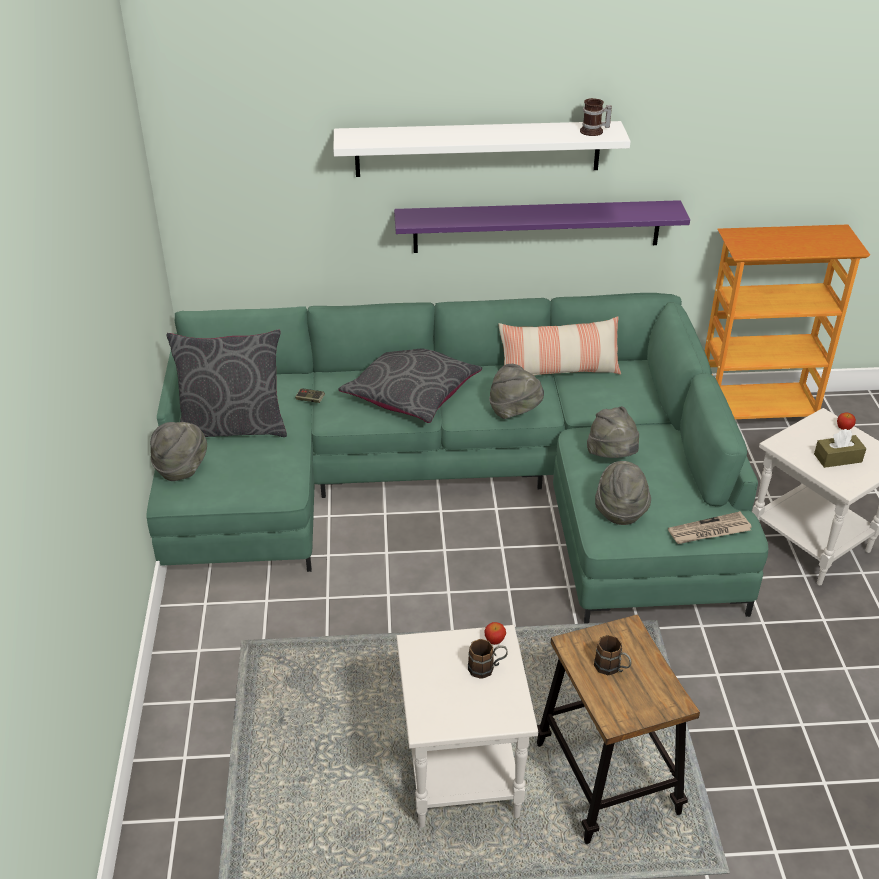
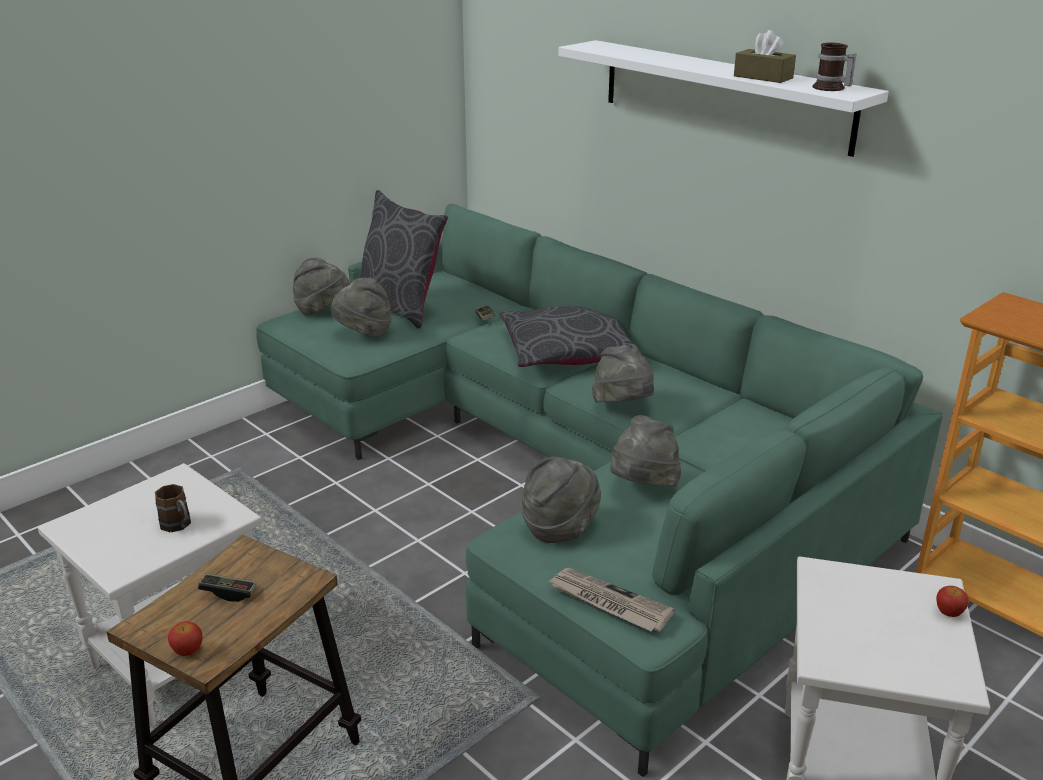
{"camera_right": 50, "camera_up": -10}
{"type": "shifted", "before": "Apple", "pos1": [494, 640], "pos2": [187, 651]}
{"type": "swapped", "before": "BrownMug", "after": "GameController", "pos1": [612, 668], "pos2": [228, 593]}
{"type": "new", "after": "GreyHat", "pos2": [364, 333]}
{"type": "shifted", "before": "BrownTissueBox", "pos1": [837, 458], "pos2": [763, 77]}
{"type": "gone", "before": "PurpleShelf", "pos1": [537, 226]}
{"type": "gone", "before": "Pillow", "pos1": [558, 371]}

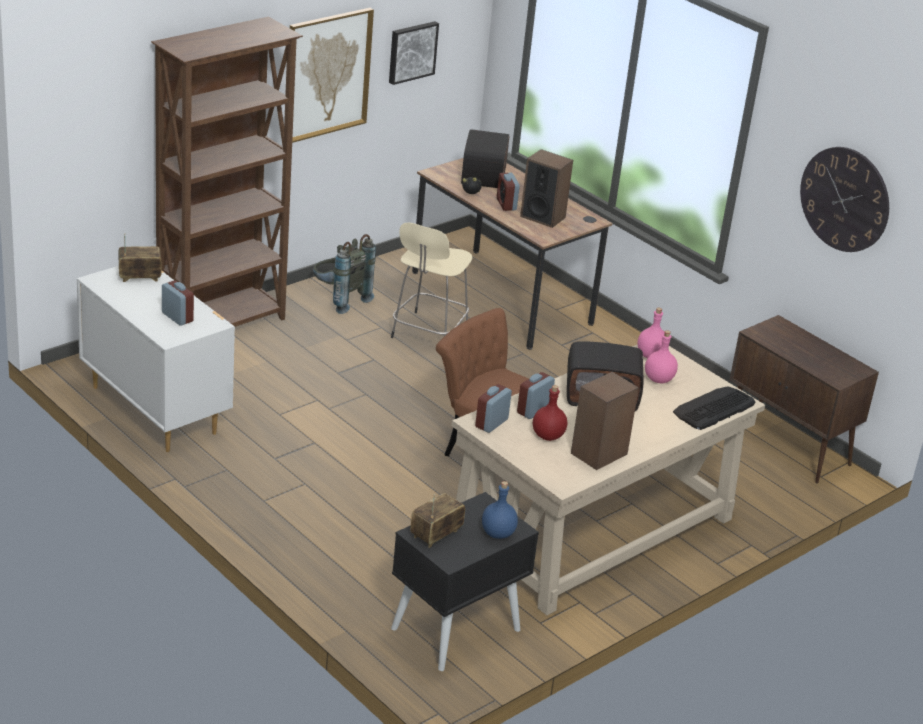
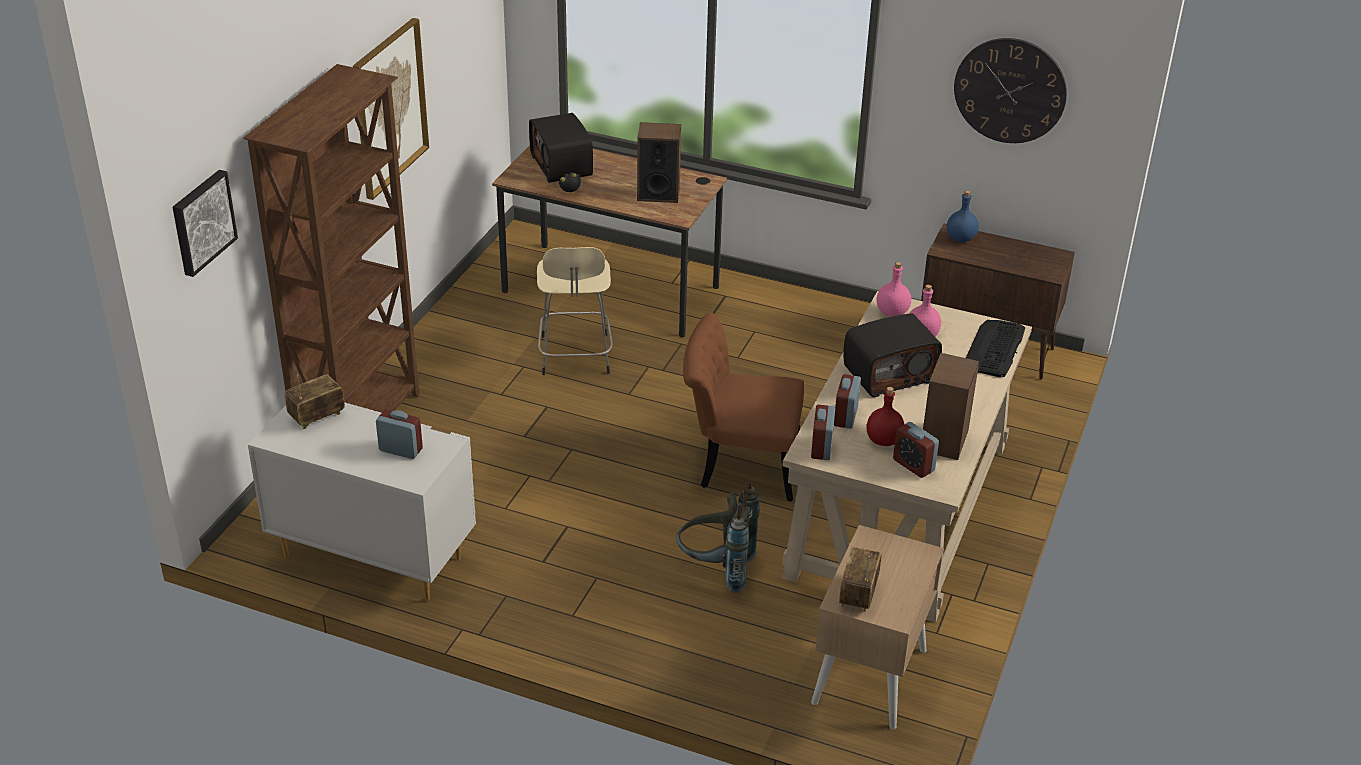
{"camera_right": -25, "camera_up": 5}
{"type": "shifted", "before": "Picture", "pos1": [411, 51], "pos2": [202, 222]}
{"type": "shifted", "before": "GreyBackpack", "pos1": [339, 299], "pos2": [716, 570]}
{"type": "repainted", "before": "BlackNightstand", "after": "BeigeNightstand", "pos1": [455, 629], "pos2": [870, 676]}
{"type": "shifted", "before": "AlarmClock", "pos1": [506, 204], "pos2": [913, 465]}
{"type": "shifted", "before": "BlueBottle", "pos1": [498, 533], "pos2": [961, 238]}

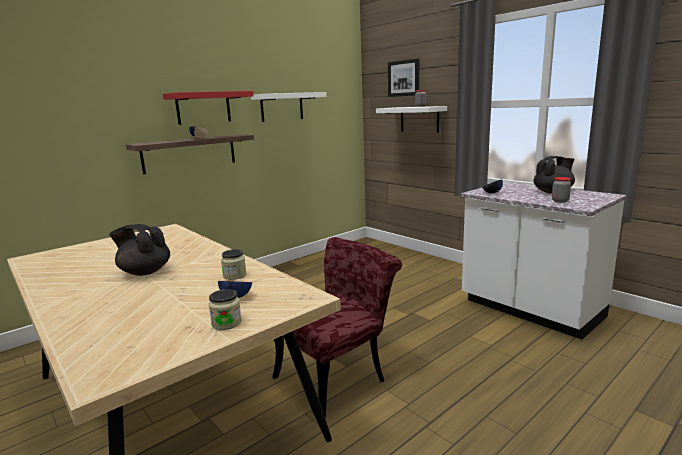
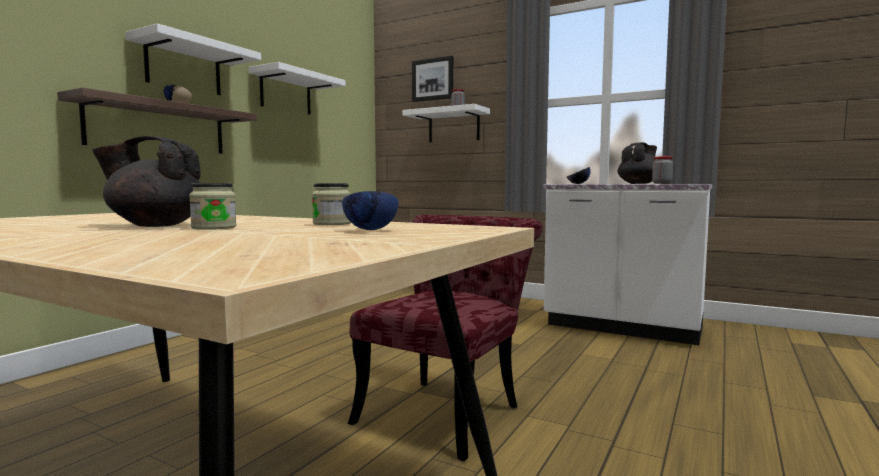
{"camera_right": -20, "camera_up": -10}
{"type": "repainted", "before": "RedShelf", "after": "WhiteShelf", "pos1": [203, 108], "pos2": [184, 67]}
{"type": "shifted", "before": "Jar", "pos1": [226, 323], "pos2": [214, 227]}

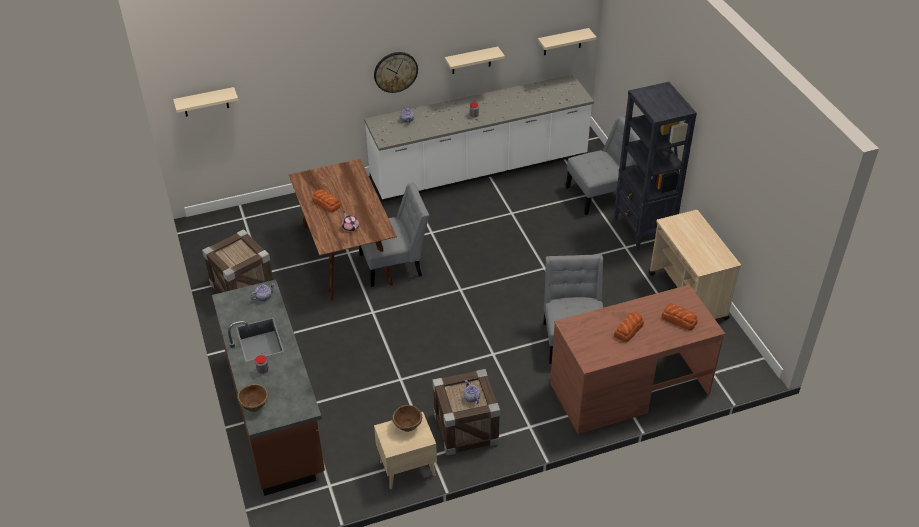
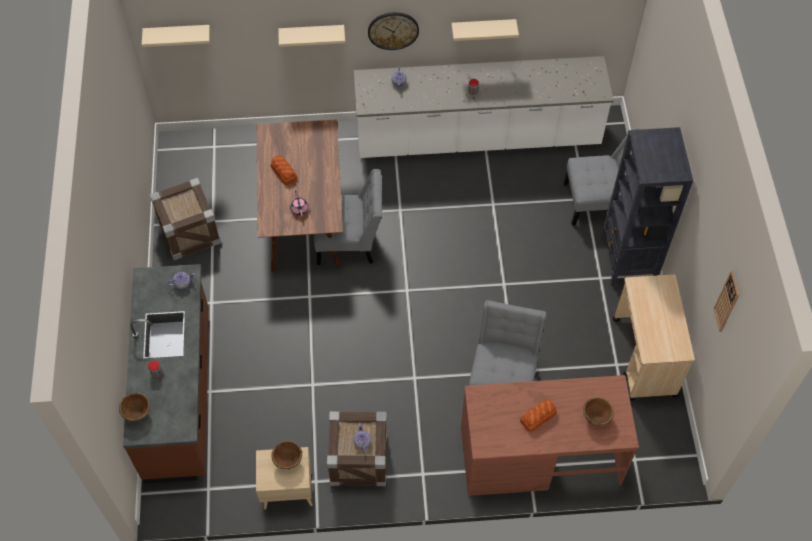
{"camera_right": 15, "camera_up": 15}
{"type": "shifted", "before": "BeigeShelf", "pos1": [562, 42], "pos2": [312, 35]}
{"type": "swapped", "before": "Bread", "after": "BrownBowl", "pos1": [678, 319], "pos2": [596, 417]}
{"type": "new", "after": "WallClock", "pos2": [727, 301]}

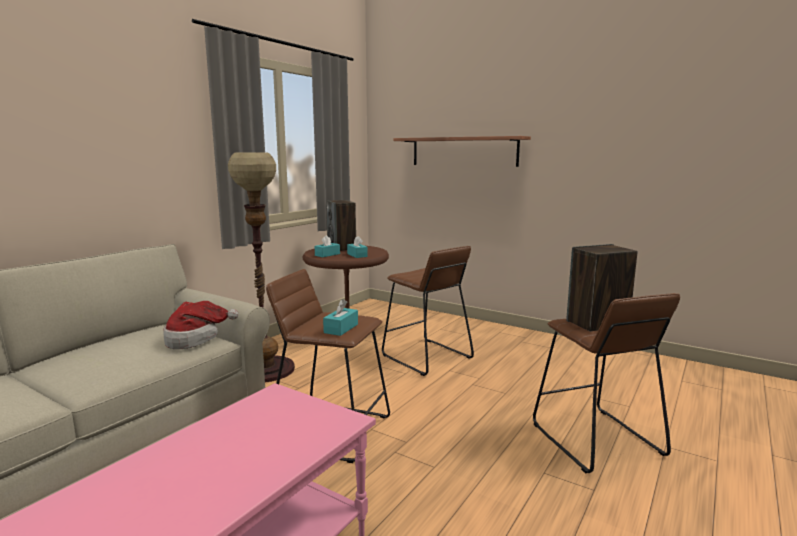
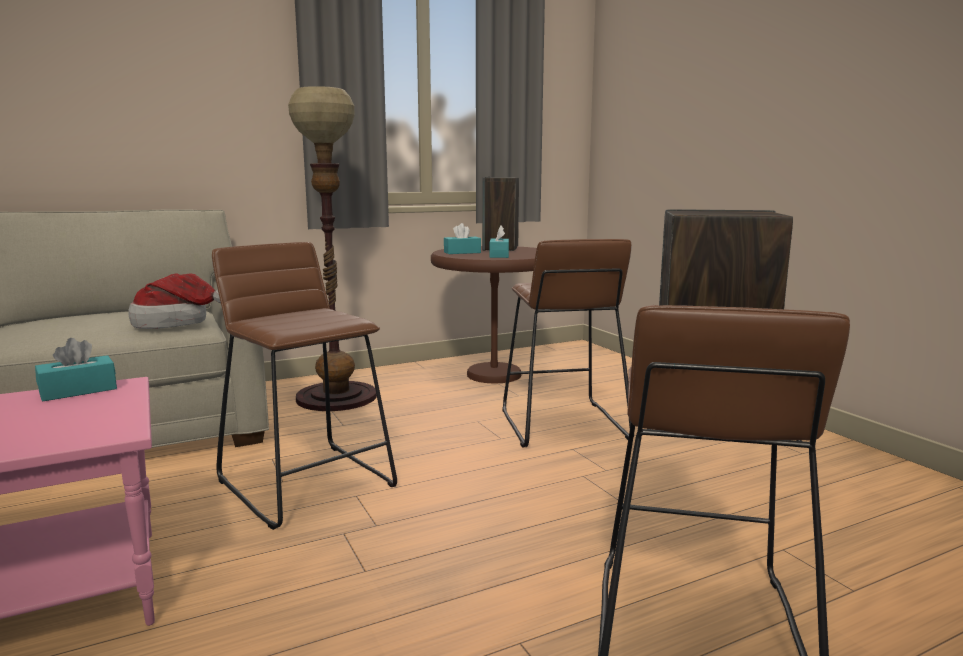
{"camera_right": 30, "camera_up": 0}
{"type": "shifted", "before": "TurquoiseTissueBox", "pos1": [341, 328], "pos2": [78, 390]}
{"type": "gone", "before": "Shelf", "pos1": [463, 151]}

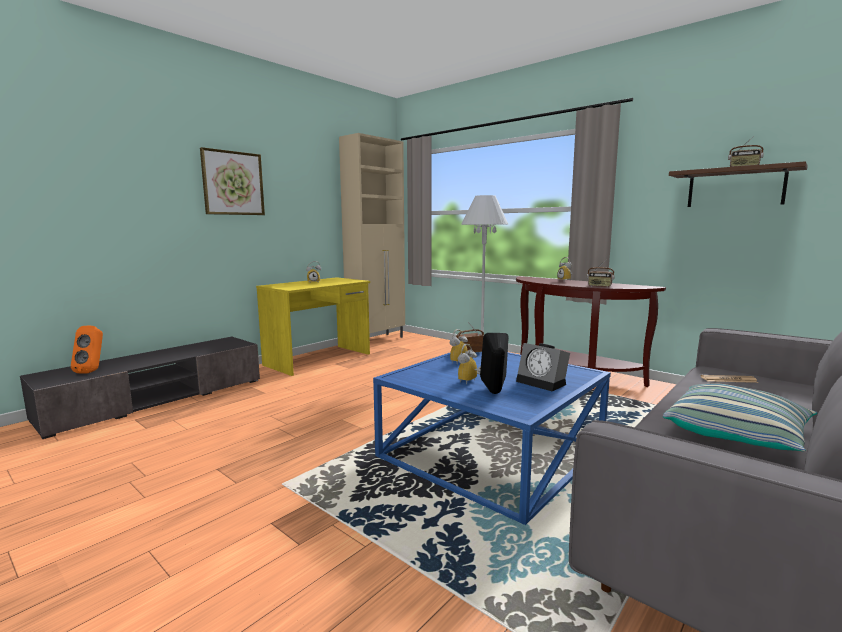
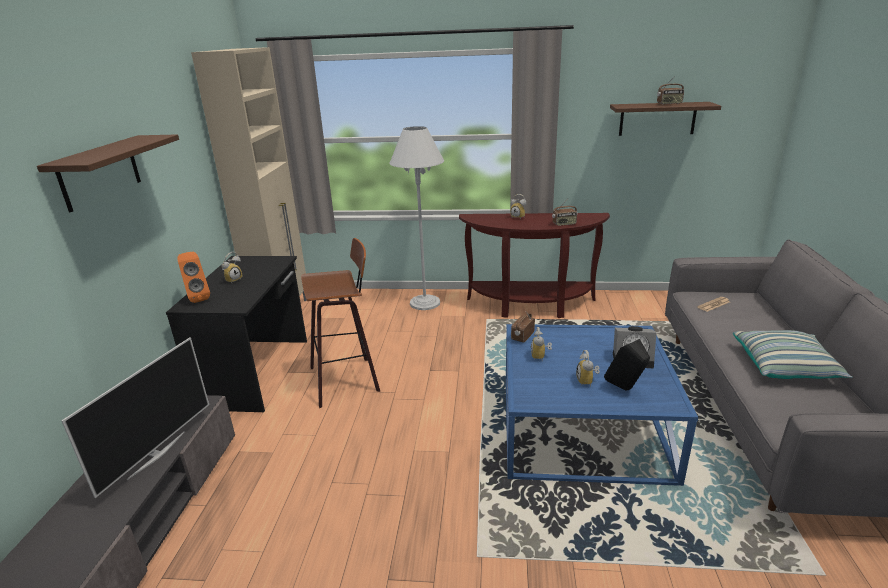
{"camera_right": -35, "camera_up": 15}
{"type": "swapped", "before": "Picture", "after": "BrownShelf", "pos1": [233, 183], "pos2": [100, 172]}
{"type": "new", "after": "Television", "pos2": [156, 454]}
{"type": "repainted", "before": "YellowDesk", "after": "BlackDesk", "pos1": [319, 359], "pos2": [258, 372]}
{"type": "shifted", "before": "OrangeSpeaker", "pos1": [92, 371], "pos2": [198, 298]}
{"type": "new", "after": "Stool", "pos2": [346, 379]}

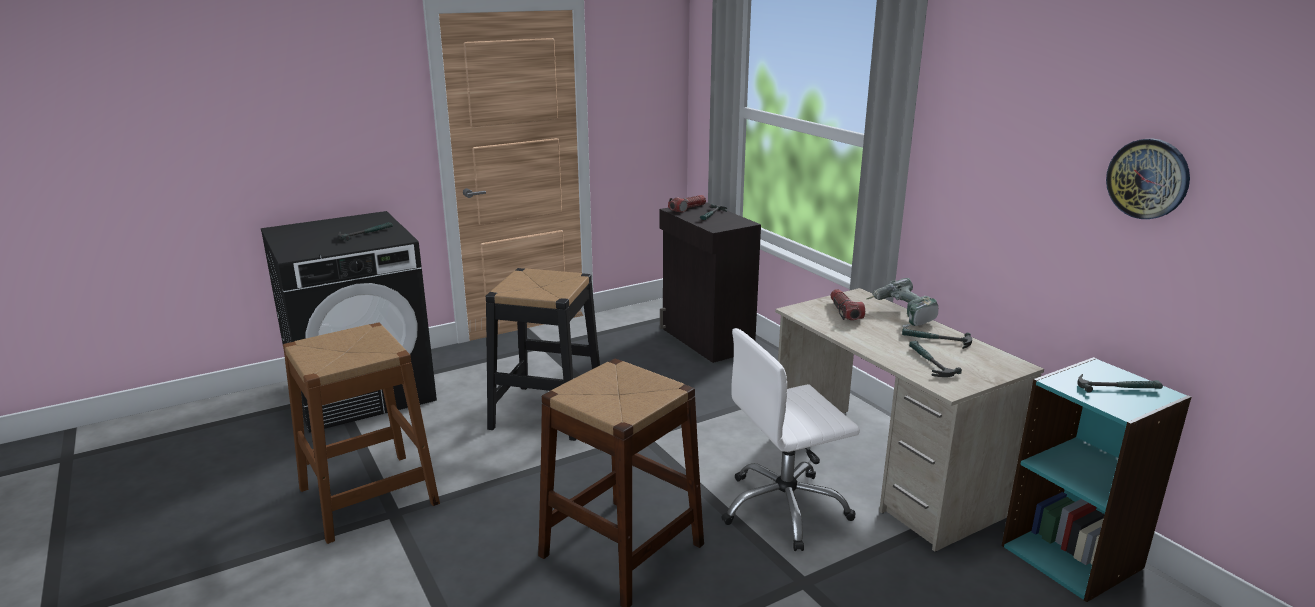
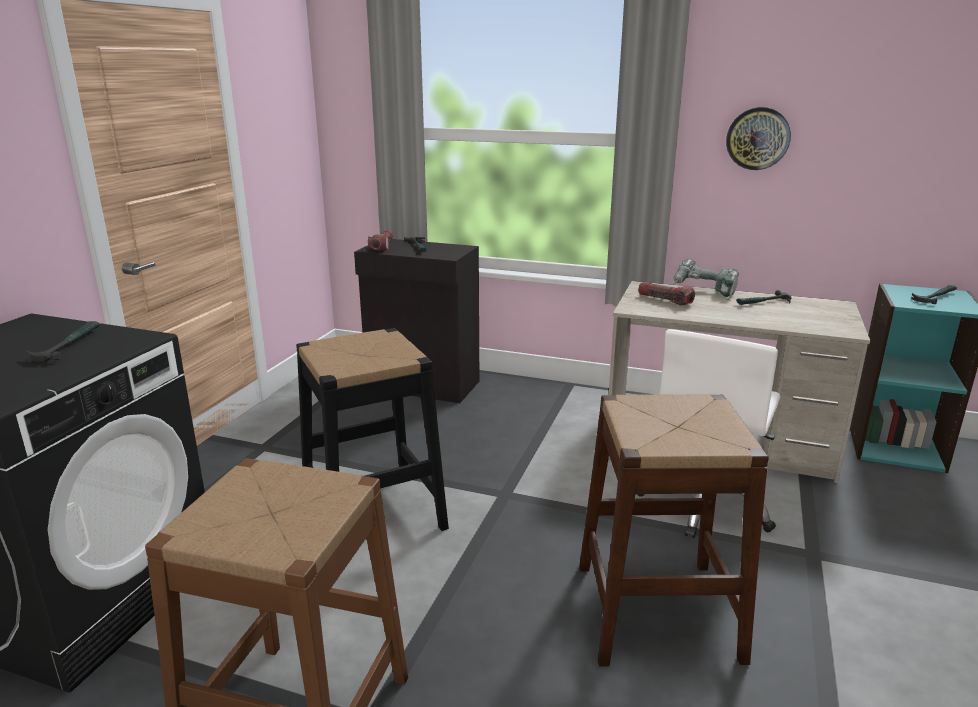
{"camera_right": -40, "camera_up": 0}
{"type": "shifted", "before": "WallClock", "pos1": [1148, 178], "pos2": [758, 138]}
{"type": "gone", "before": "Hammer", "pos1": [929, 362]}

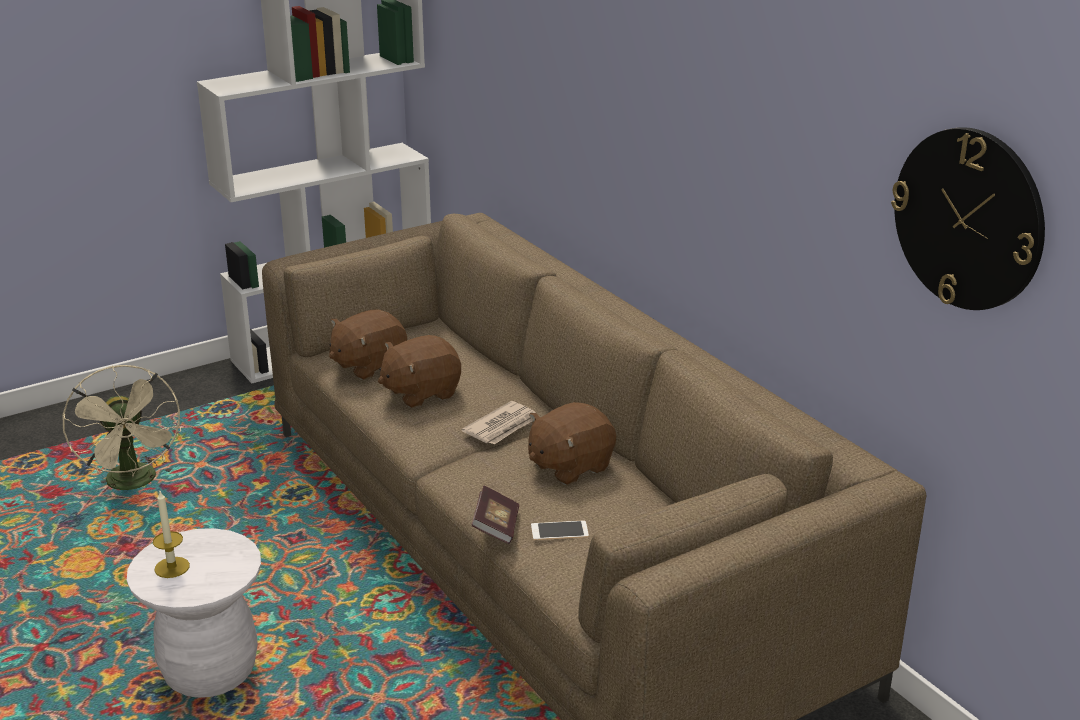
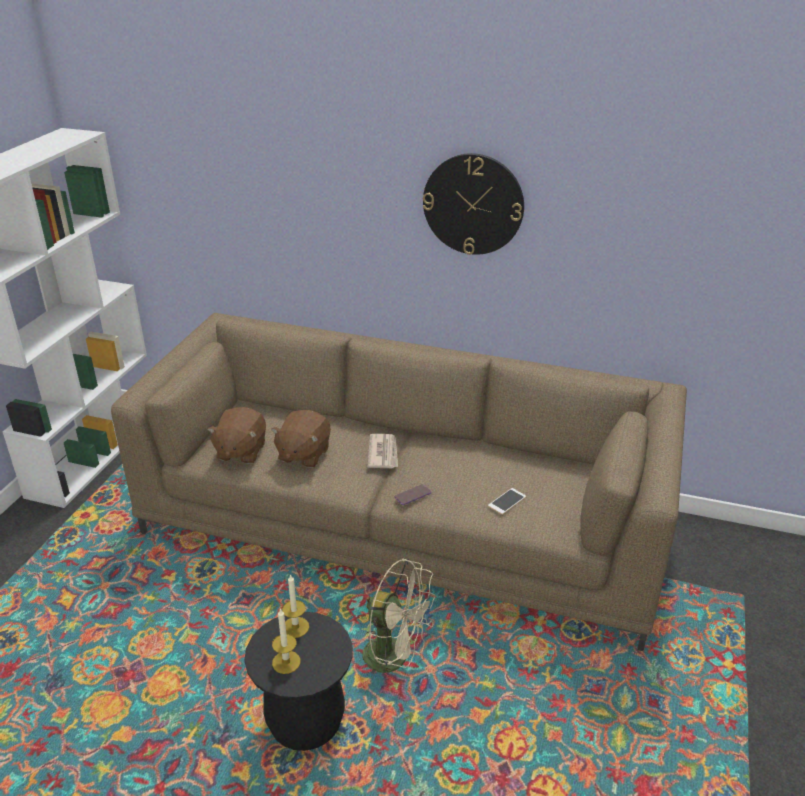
{"camera_right": -40, "camera_up": 5}
{"type": "repainted", "before": "WhiteStool", "after": "BlackStool", "pos1": [210, 672], "pos2": [305, 722]}
{"type": "new", "after": "Candle", "pos2": [295, 627]}
{"type": "shifted", "before": "BeigeFan", "pos1": [135, 484], "pos2": [395, 658]}
{"type": "new", "after": "Phone", "pos2": [413, 495]}
{"type": "shifted", "before": "WallClock", "pos1": [968, 219], "pos2": [473, 204]}
{"type": "gone", "before": "Book", "pos1": [496, 527]}
{"type": "gone", "before": "BrownPlushToy", "pos1": [569, 466]}

